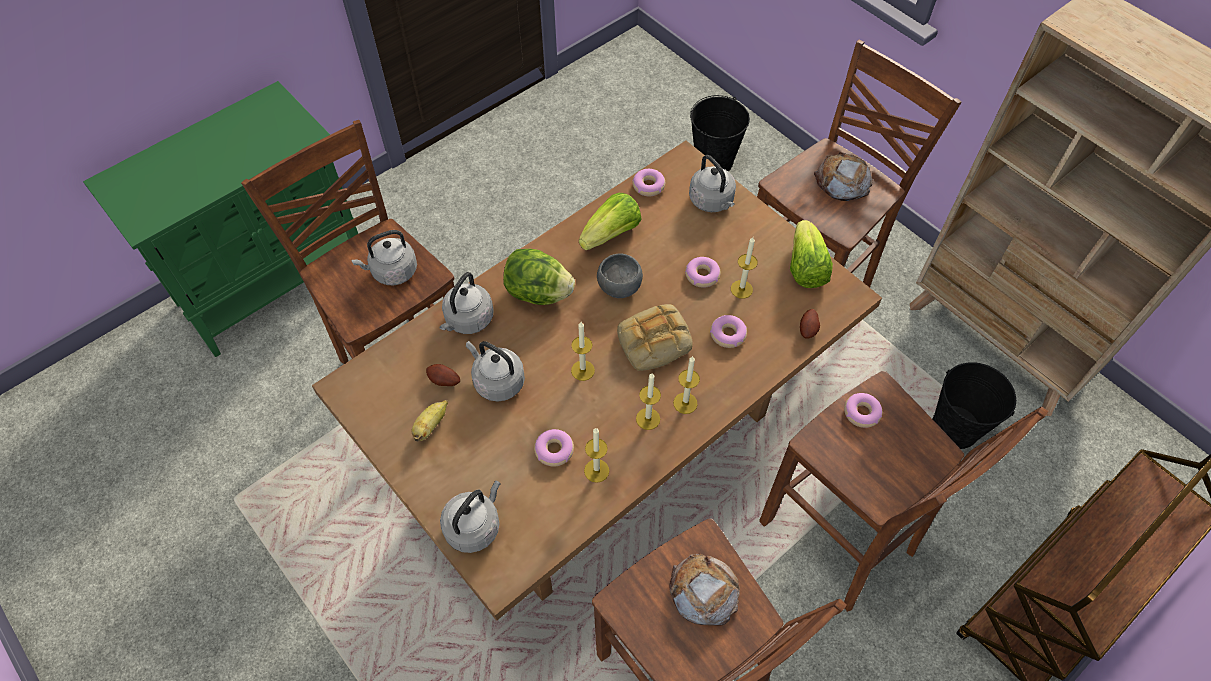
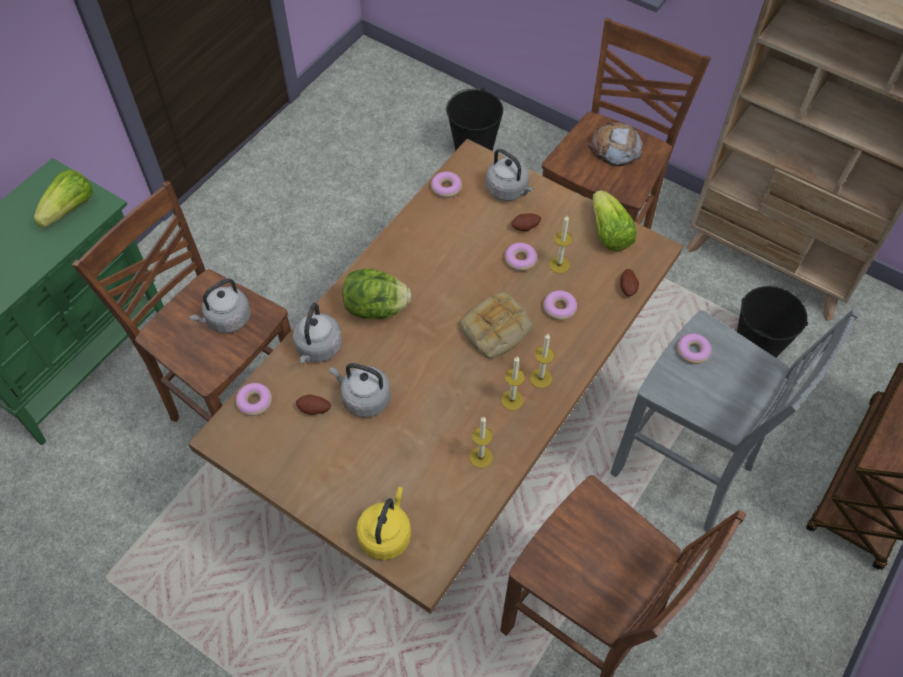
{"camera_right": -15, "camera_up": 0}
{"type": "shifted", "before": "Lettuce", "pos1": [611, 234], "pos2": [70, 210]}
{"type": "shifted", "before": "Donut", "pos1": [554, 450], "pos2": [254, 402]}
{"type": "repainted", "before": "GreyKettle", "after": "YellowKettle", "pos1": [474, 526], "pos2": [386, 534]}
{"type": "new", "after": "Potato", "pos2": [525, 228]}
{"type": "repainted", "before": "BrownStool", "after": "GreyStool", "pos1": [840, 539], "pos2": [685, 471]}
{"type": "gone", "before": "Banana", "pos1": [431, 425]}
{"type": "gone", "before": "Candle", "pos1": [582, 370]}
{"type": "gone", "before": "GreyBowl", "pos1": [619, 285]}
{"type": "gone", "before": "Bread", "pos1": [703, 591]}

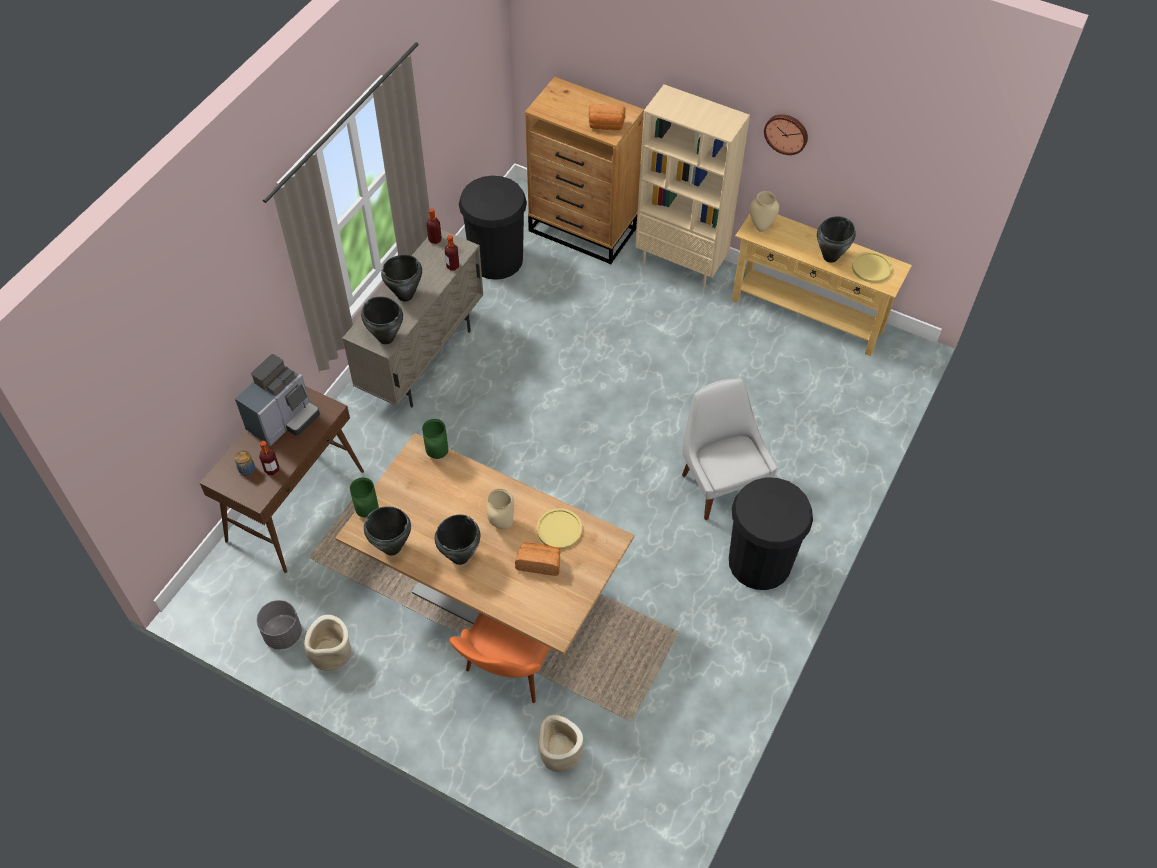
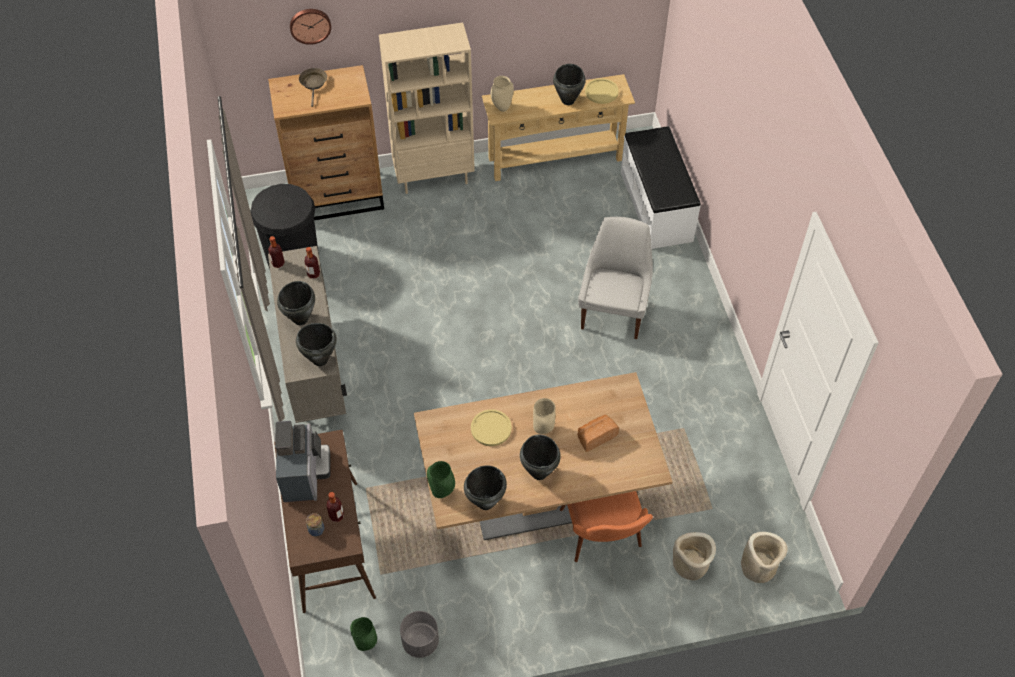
{"camera_right": -40, "camera_up": 0}
{"type": "shifted", "before": "WallClock", "pos1": [786, 133], "pos2": [310, 25]}
{"type": "new", "after": "BrownFryingPan", "pos2": [314, 84]}
{"type": "shifted", "before": "GreenVase", "pos1": [437, 454], "pos2": [365, 644]}
{"type": "shifted", "before": "YellowPlate", "pos1": [559, 529], "pos2": [491, 428]}
{"type": "rotated", "before": "WhiteChair", "pos1": [721, 484], "pos2": [613, 312], "turn": 75}
{"type": "new", "after": "WhiteBench", "pos2": [657, 206]}
{"type": "shifted", "before": "BeigePlanter", "pos1": [331, 654], "pos2": [759, 567]}
{"type": "gone", "before": "Bread", "pos1": [606, 125]}
{"type": "gone", "before": "BlackTrashCan", "pos1": [760, 562]}

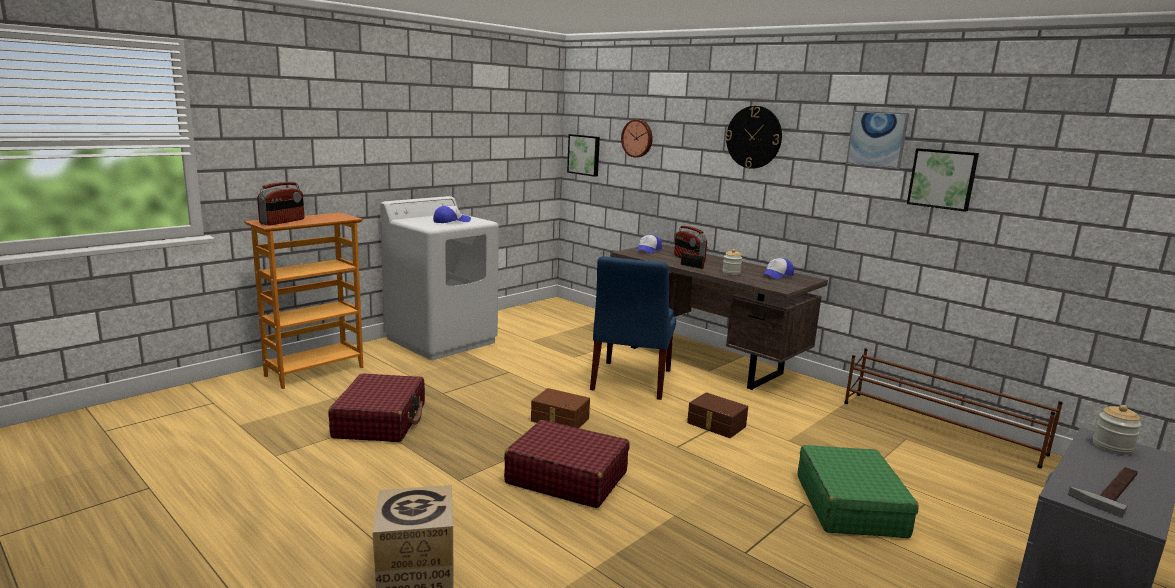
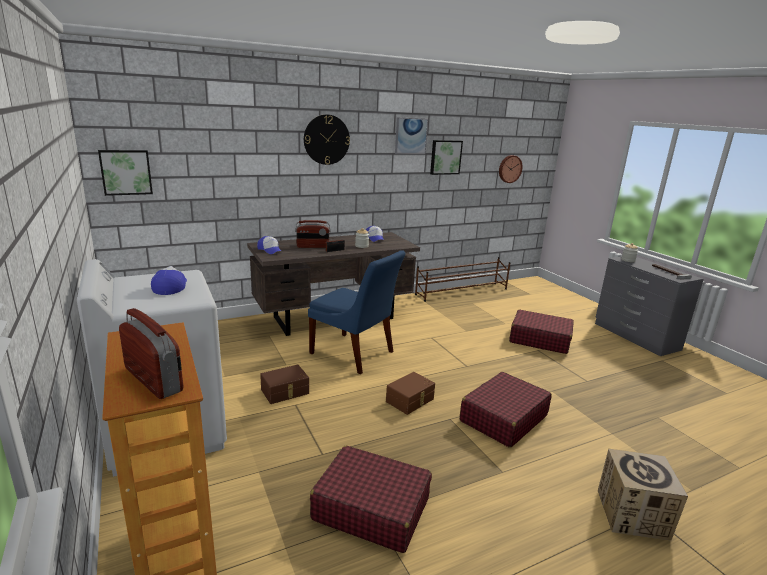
{"camera_right": -70, "camera_up": 5}
{"type": "shifted", "before": "BrownStorageBox", "pos1": [716, 425], "pos2": [285, 392]}
{"type": "shifted", "before": "WallClock", "pos1": [638, 138], "pos2": [509, 169]}
{"type": "repainted", "before": "GreenSuitcase", "after": "RedSuitcase", "pos1": [850, 505], "pos2": [539, 339]}

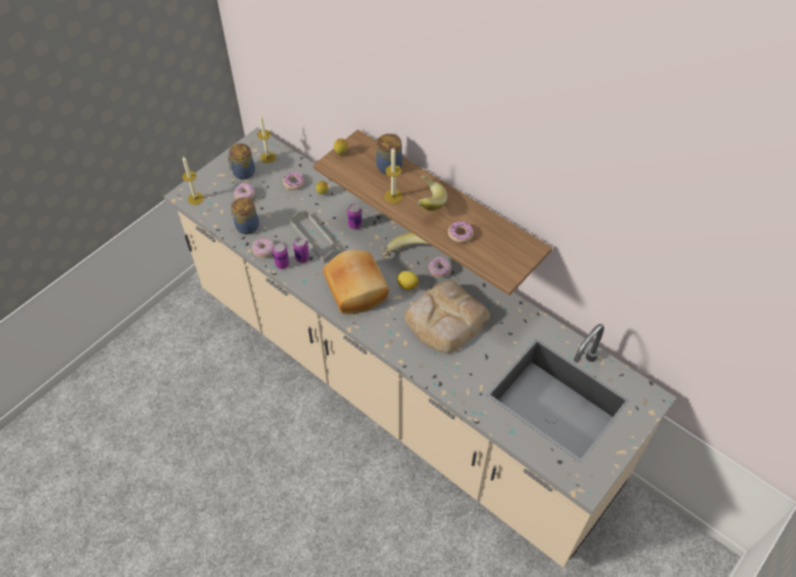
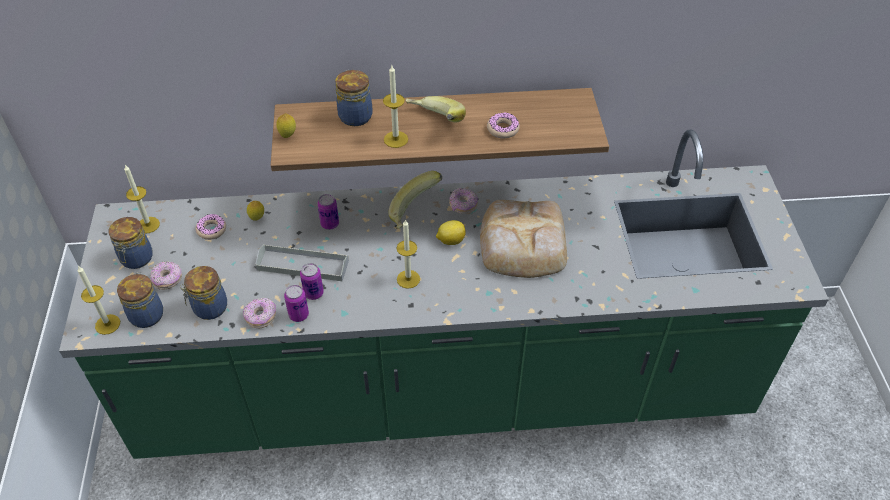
{"camera_right": -45, "camera_up": -5}
{"type": "repainted", "before": "BeigeCounter", "after": "GreenCounter", "pos1": [398, 387], "pos2": [445, 390]}
{"type": "new", "after": "Jar", "pos2": [147, 314]}
{"type": "swapped", "before": "Bread", "after": "Candle", "pos1": [357, 289], "pos2": [408, 279]}

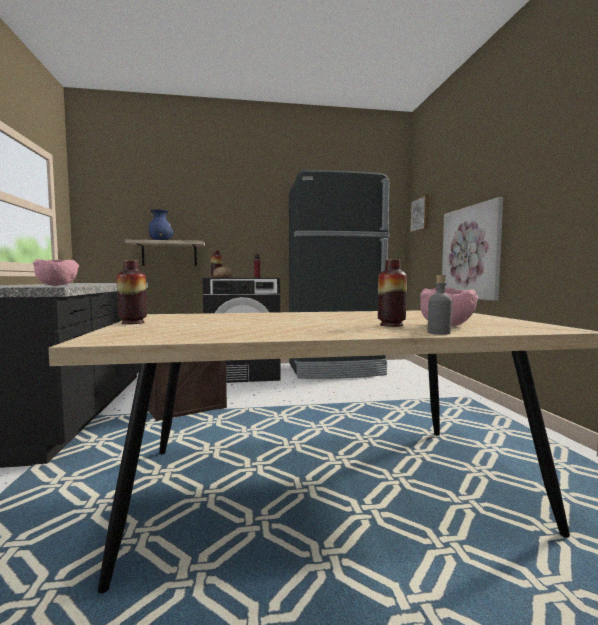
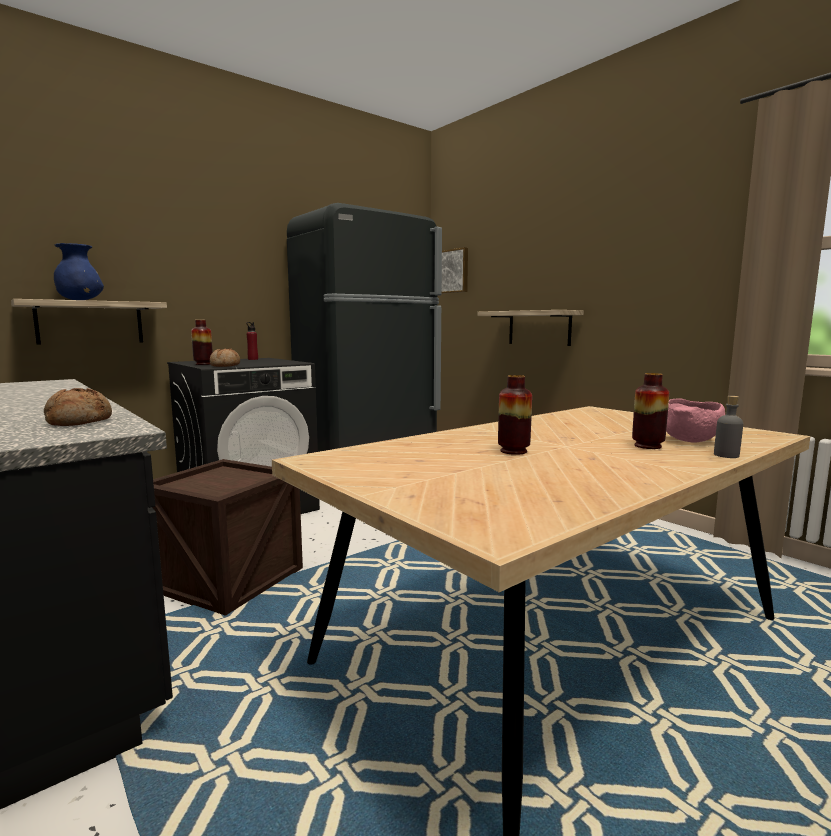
{"camera_right": -30, "camera_up": 5}
{"type": "swapped", "before": "PinkBowl", "after": "Bread", "pos1": [57, 285], "pos2": [79, 421]}
{"type": "swapped", "before": "Picture", "after": "Shelf", "pos1": [470, 252], "pos2": [539, 328]}
{"type": "shifted", "before": "Vase", "pos1": [133, 323], "pos2": [513, 451]}

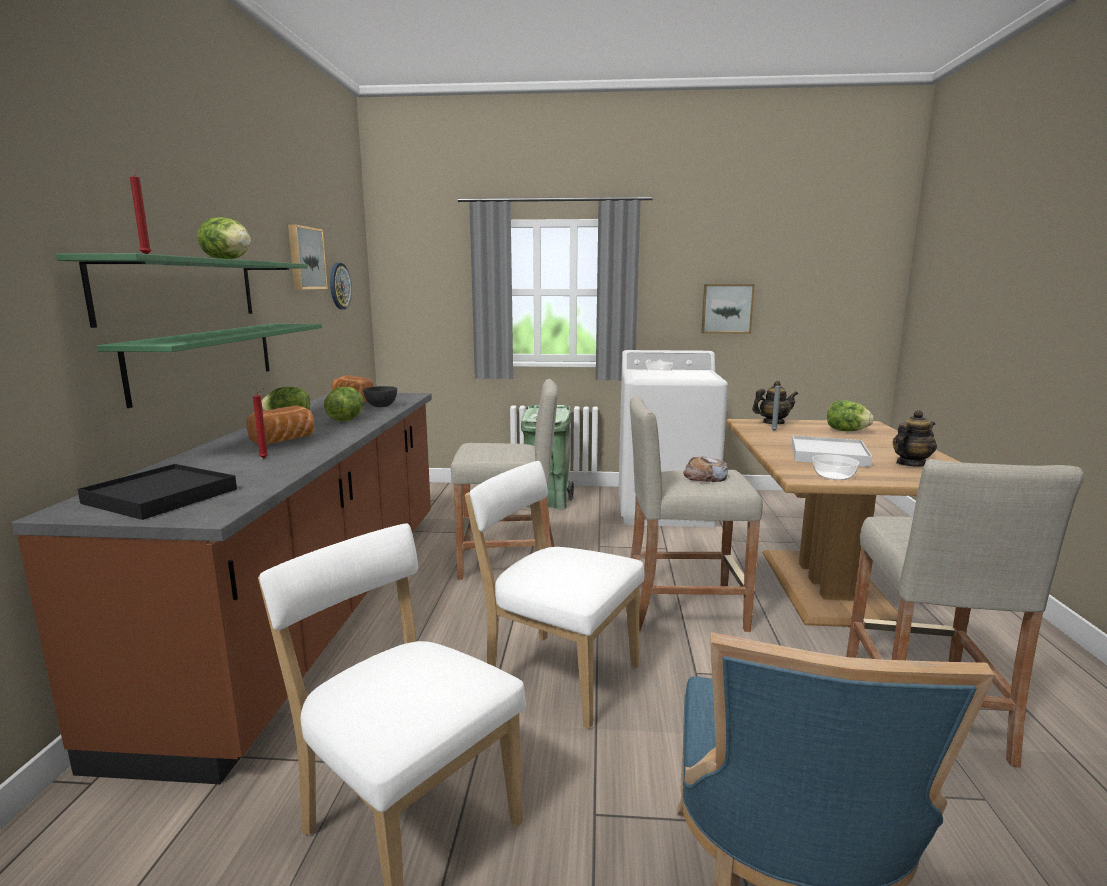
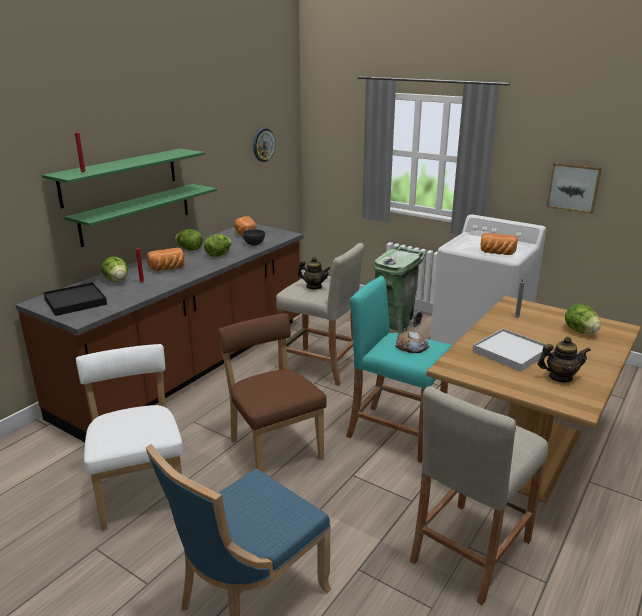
{"camera_right": 30, "camera_up": 10}
{"type": "shifted", "before": "Lettuce", "pos1": [228, 260], "pos2": [117, 280]}
{"type": "repainted", "before": "WhiteChair", "after": "BrownChair", "pos1": [556, 675], "pos2": [274, 447]}
{"type": "shifted", "before": "Teapot", "pos1": [773, 423], "pos2": [314, 287]}
{"type": "repainted", "before": "BeigeStool", "after": "TurquoiseStool", "pos1": [682, 608], "pos2": [395, 432]}
{"type": "new", "after": "Bread", "pos2": [497, 253]}
{"type": "gone", "before": "Picture", "pos1": [305, 258]}
{"type": "gone", "before": "Bowl", "pos1": [834, 476]}

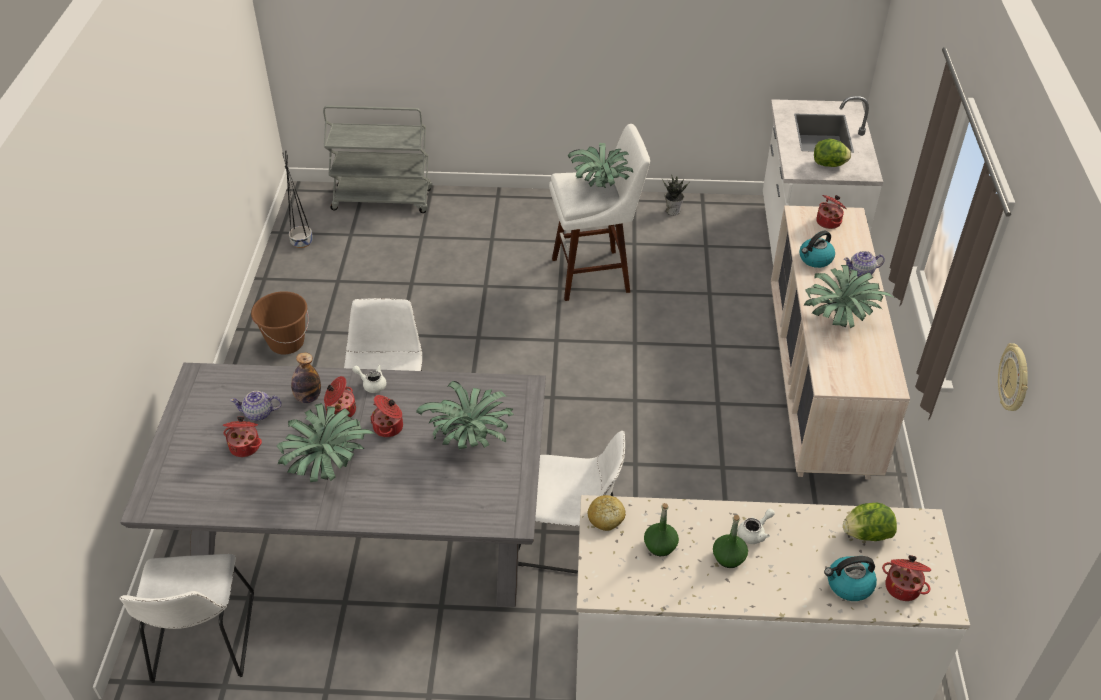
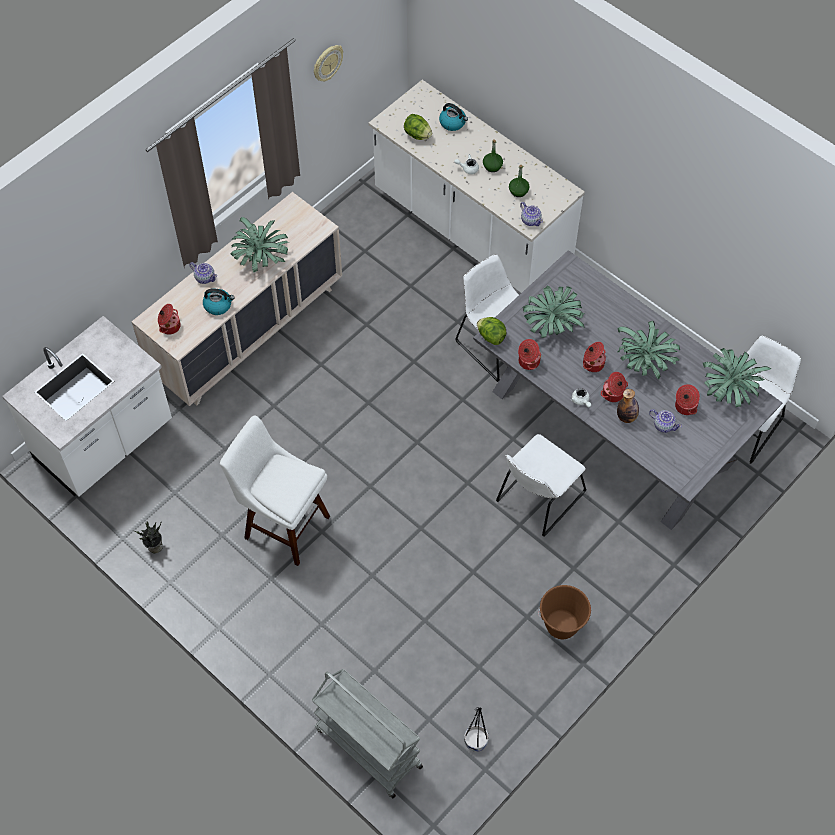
{"camera_right": -140, "camera_up": 15}
{"type": "shifted", "before": "Lettuce", "pos1": [829, 164], "pos2": [491, 336]}
{"type": "shifted", "before": "CookingPot", "pos1": [903, 586], "pos2": [528, 361]}
{"type": "swapped", "before": "Bread", "after": "Teapot", "pos1": [606, 517], "pos2": [530, 220]}
{"type": "shifted", "before": "PottedPlant", "pos1": [601, 186], "pos2": [729, 390]}

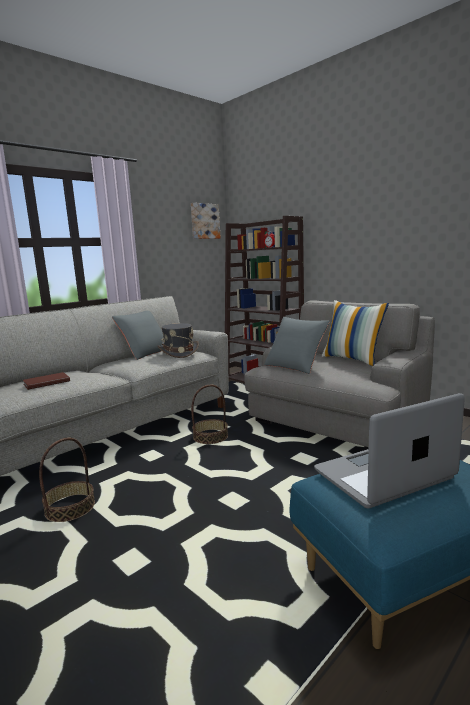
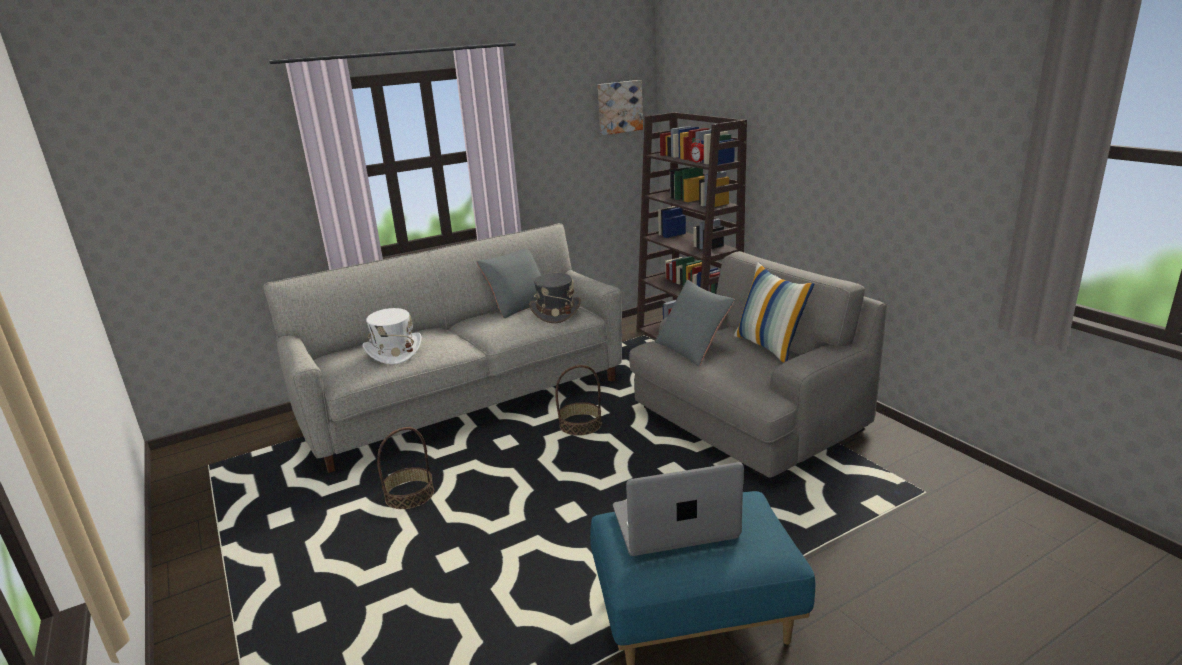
{"camera_right": 15, "camera_up": 10}
{"type": "swapped", "before": "BrownBook", "after": "WhiteHat", "pos1": [46, 382], "pos2": [394, 351]}

